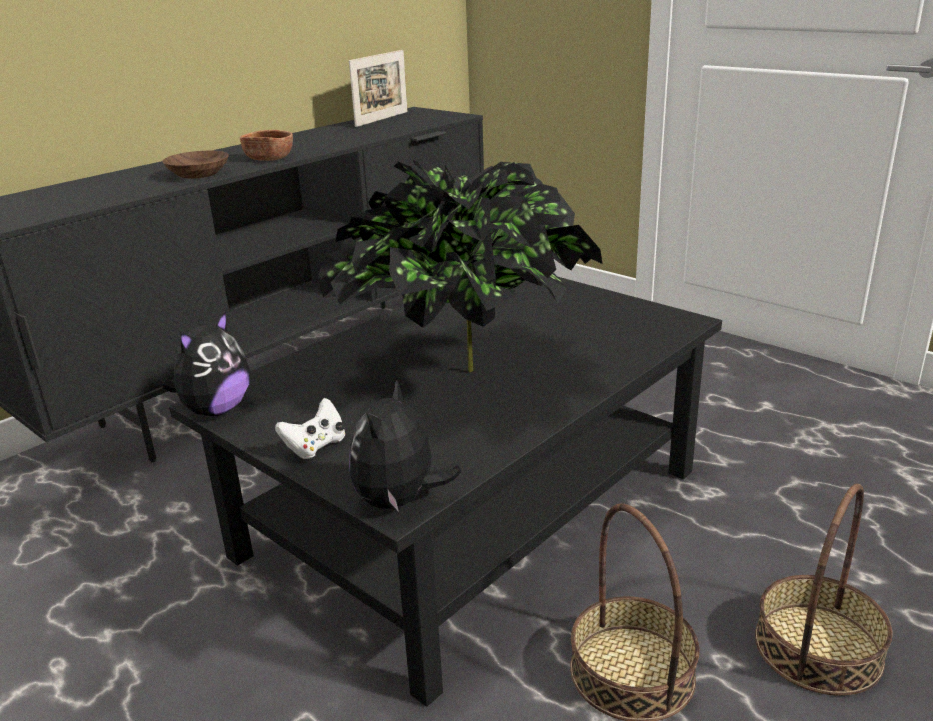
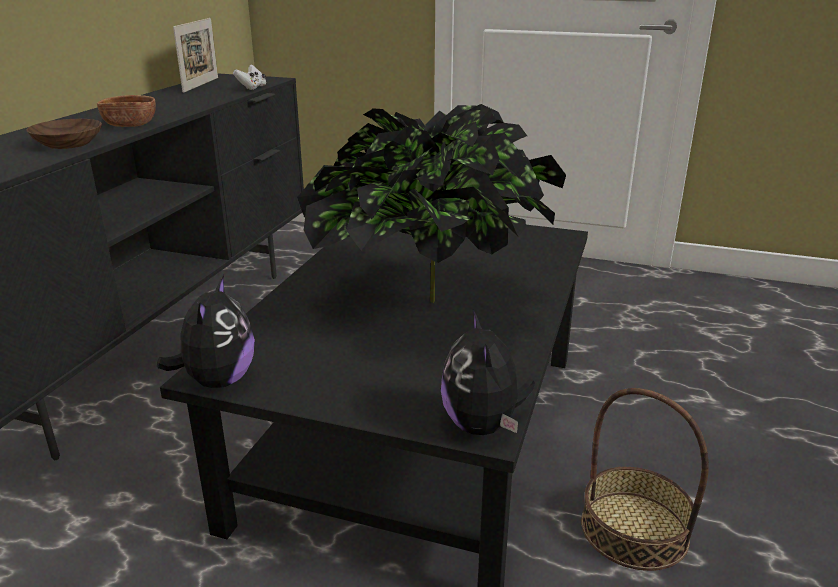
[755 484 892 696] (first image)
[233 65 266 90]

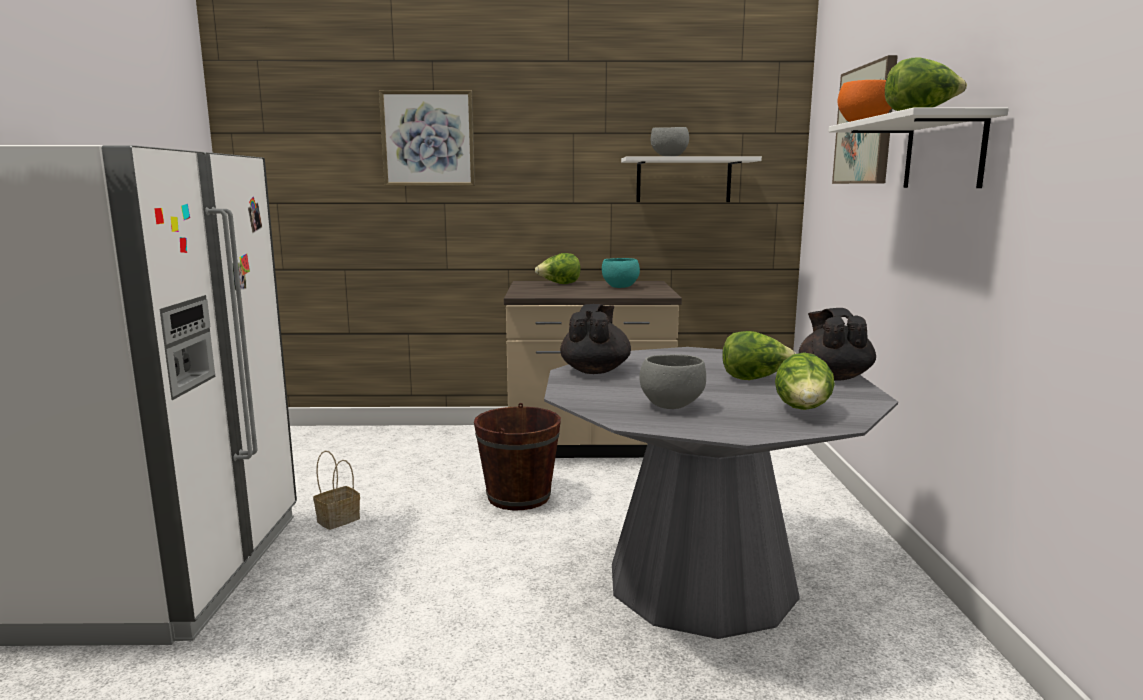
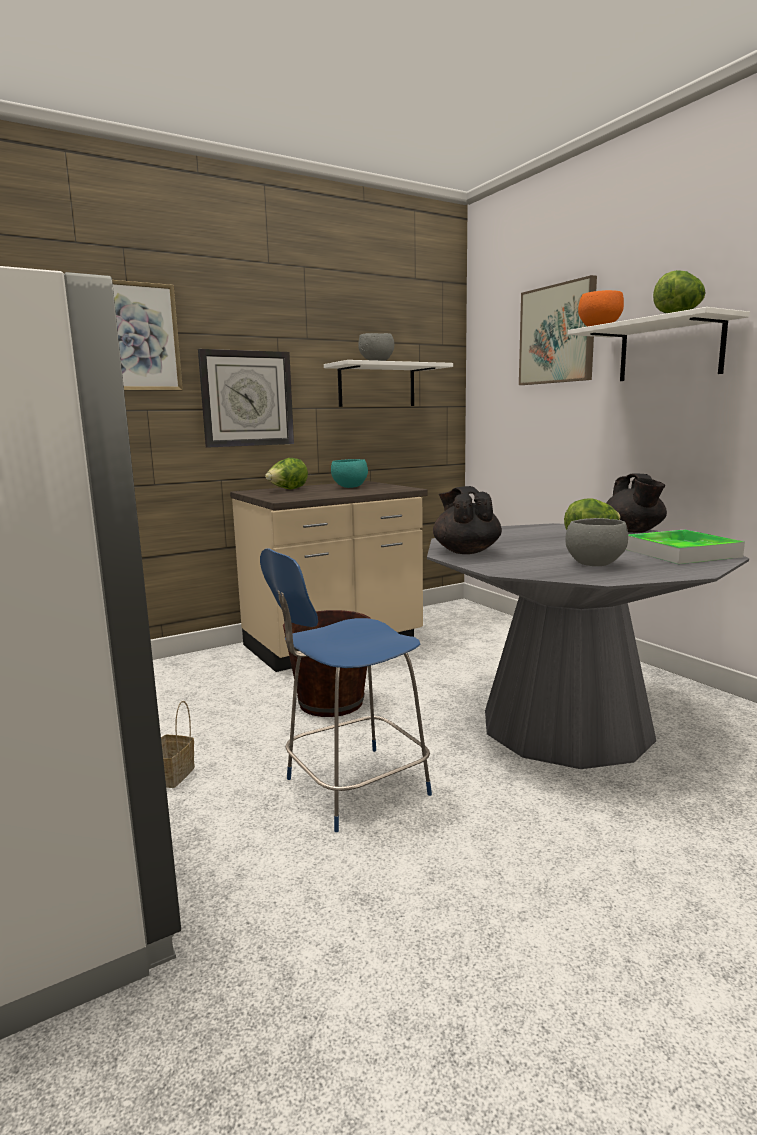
[198 349 294 448]
[260 548 432 832]
[626 530 745 564]
[606 474 667 533]

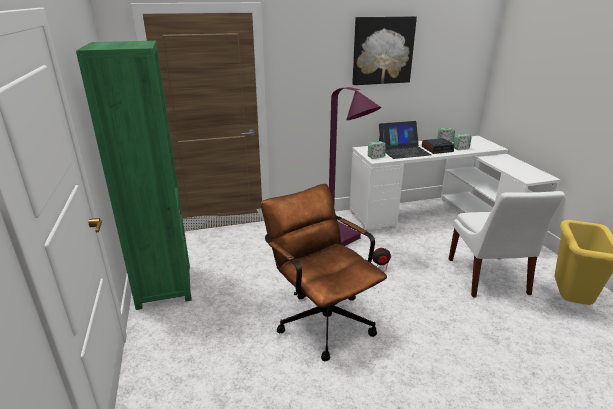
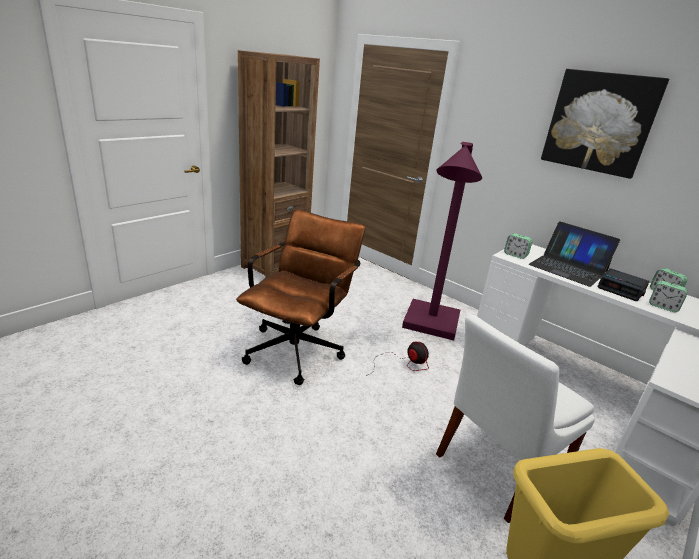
[238 50 320 278]

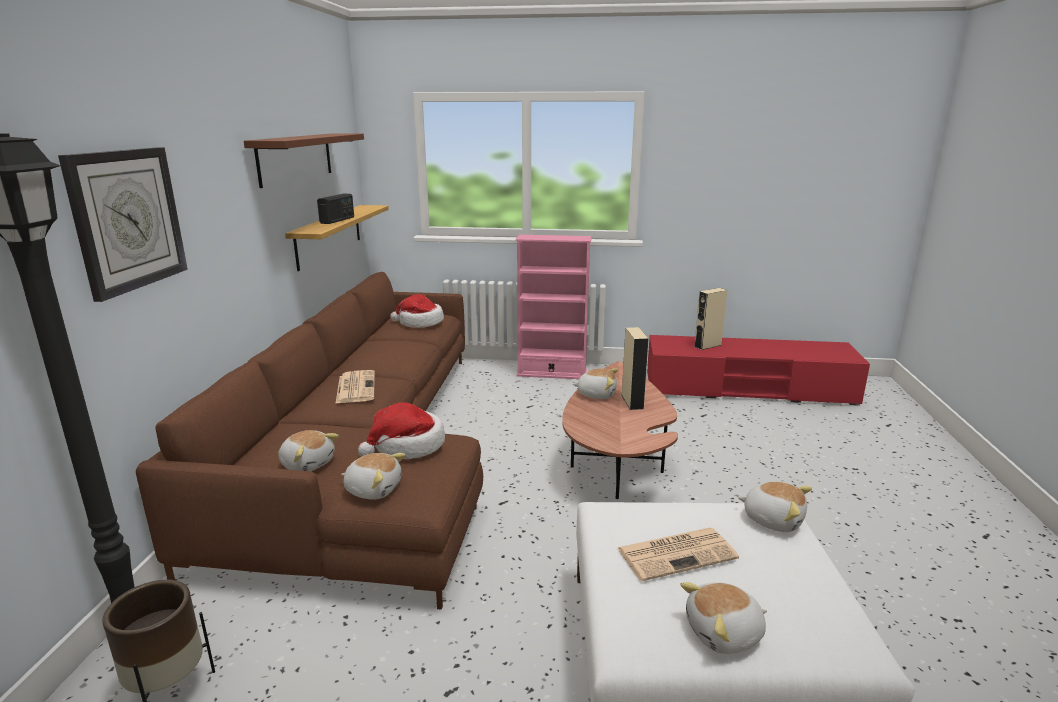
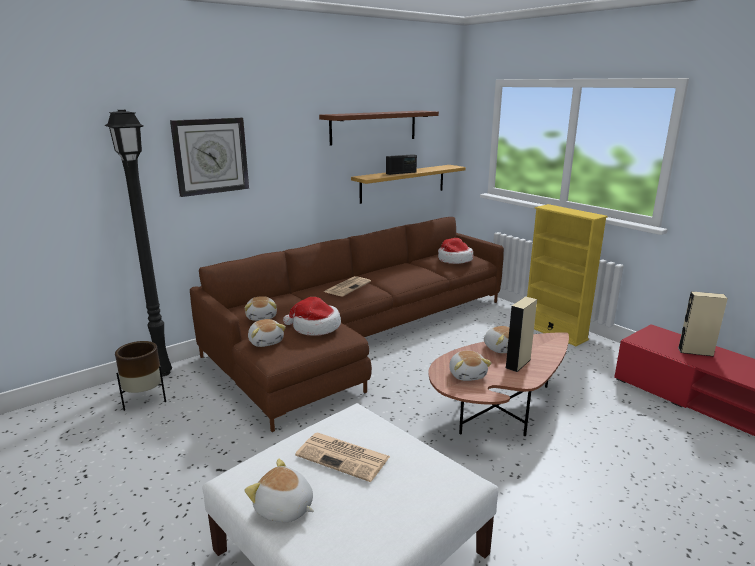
[449 351 492 381]
[527 204 608 346]

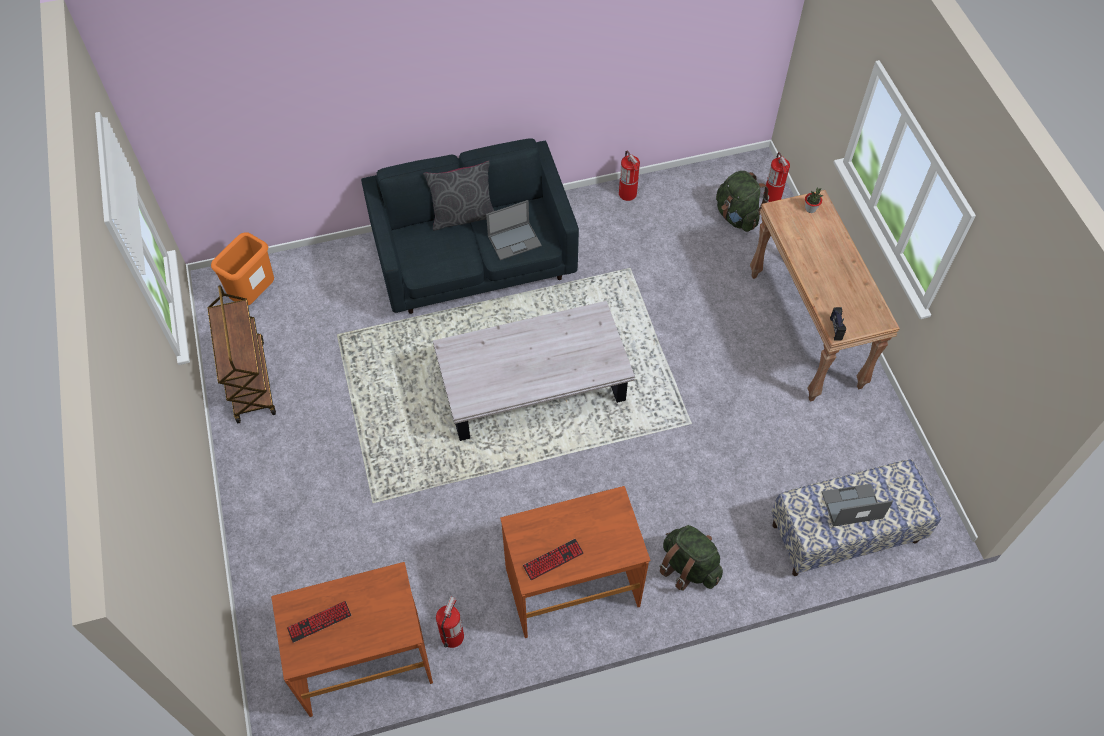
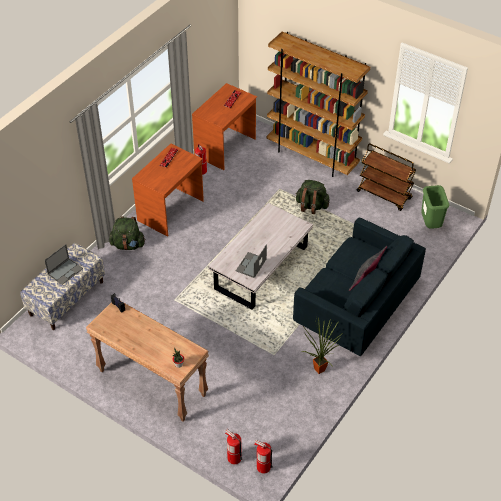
[267 32 370 177]
[301 317 343 374]
[236 245 267 278]
[254 439 273 474]
[296 180 329 214]
[421 185 449 229]

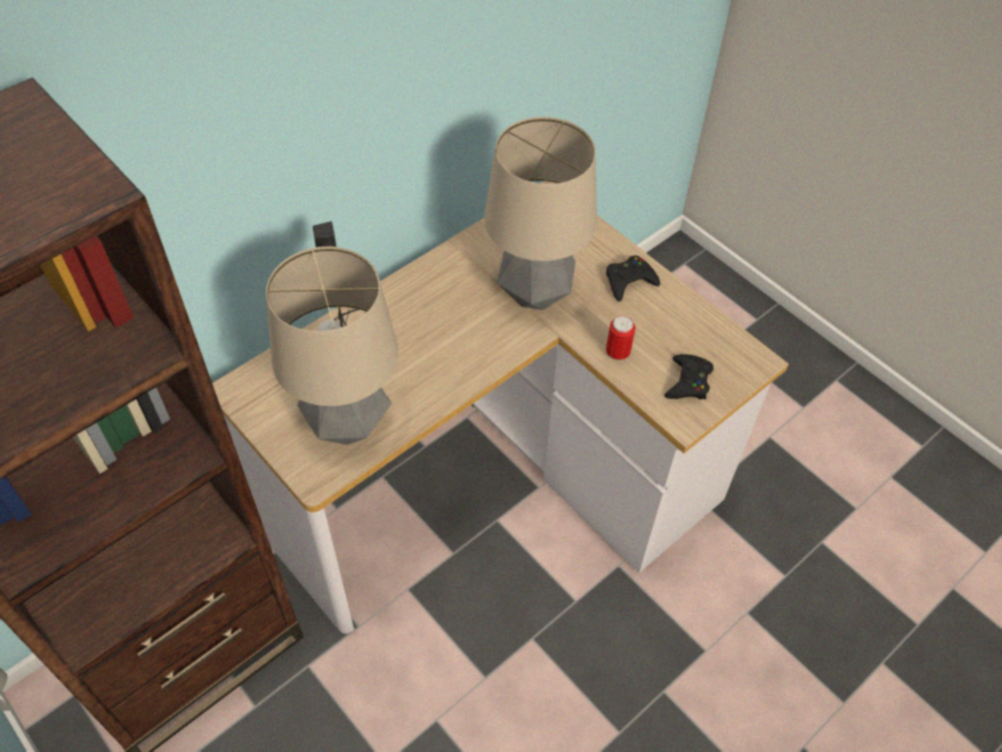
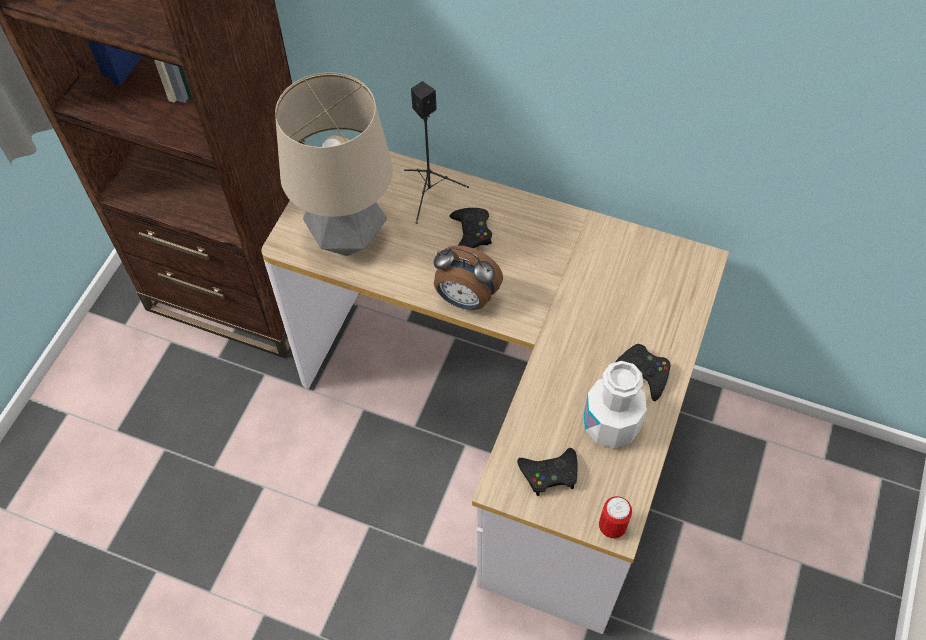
[484 117 597 310] (first image)
[433 245 503 310]
[450 208 492 248]
[584 361 647 448]
[599 496 632 538]

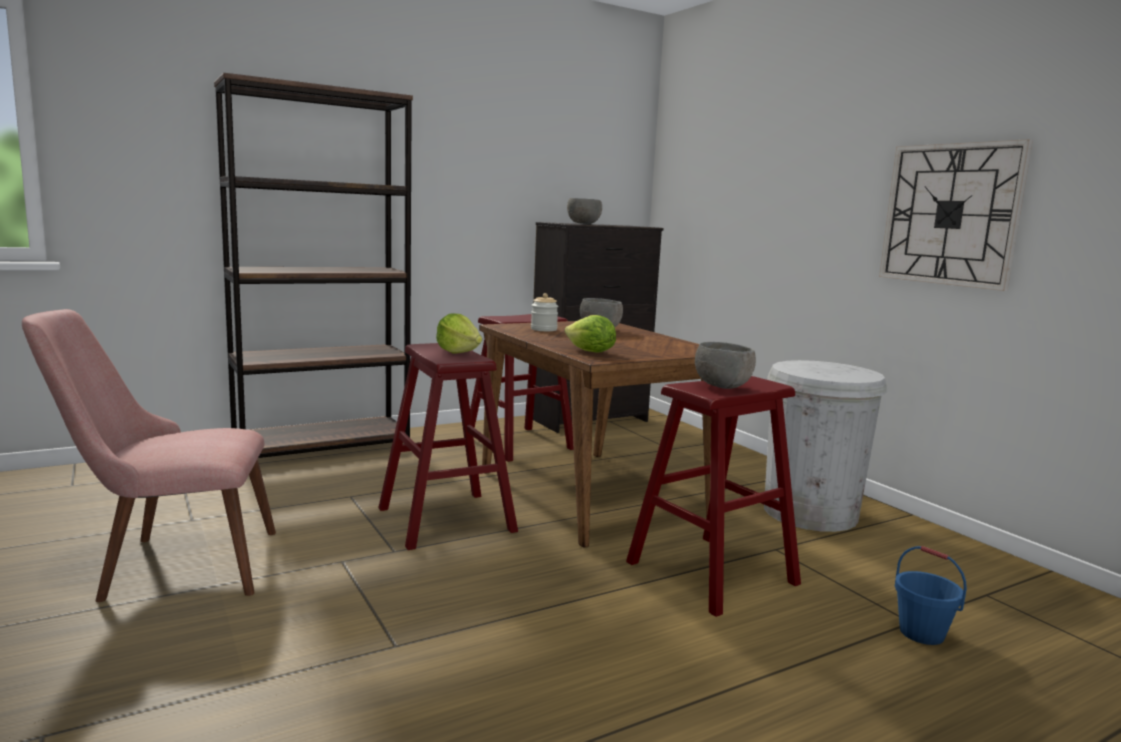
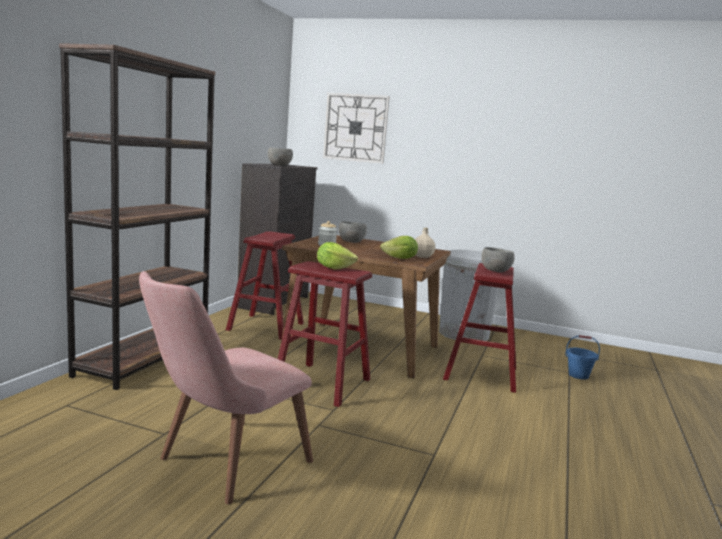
[415 228 435 258]
[323 93 390 164]

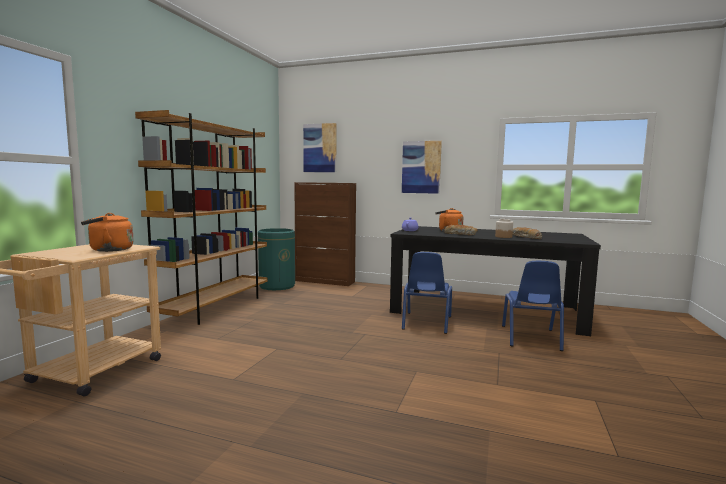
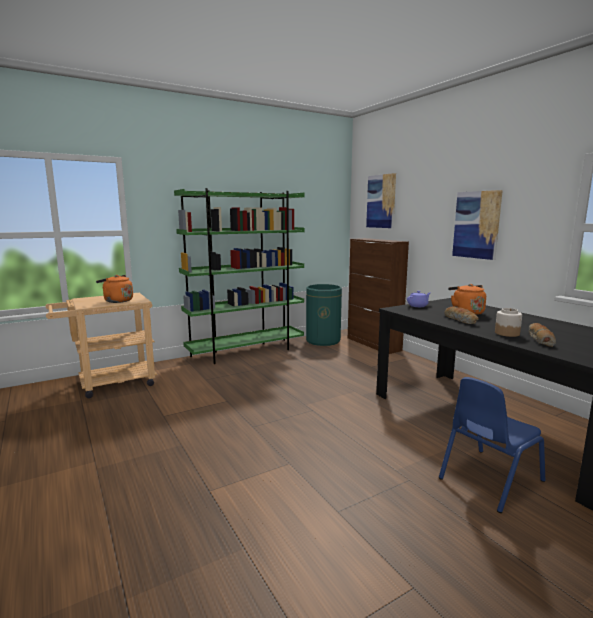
[402 252 452 334] (first image)
[174 188 305 364]

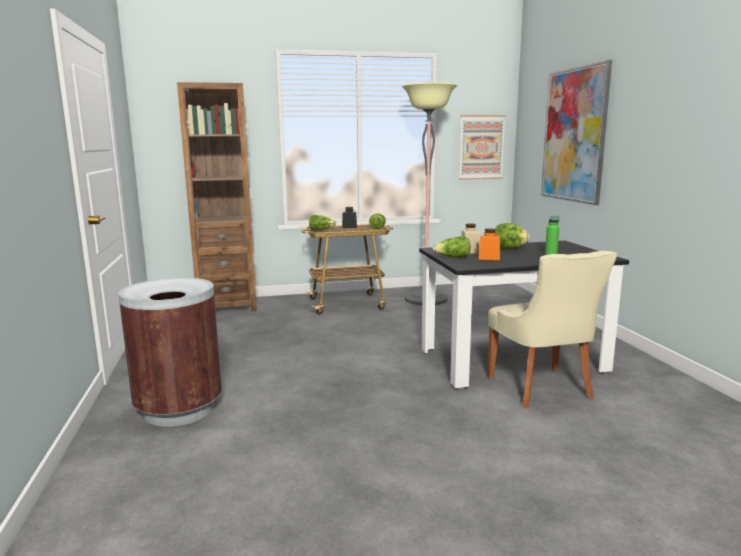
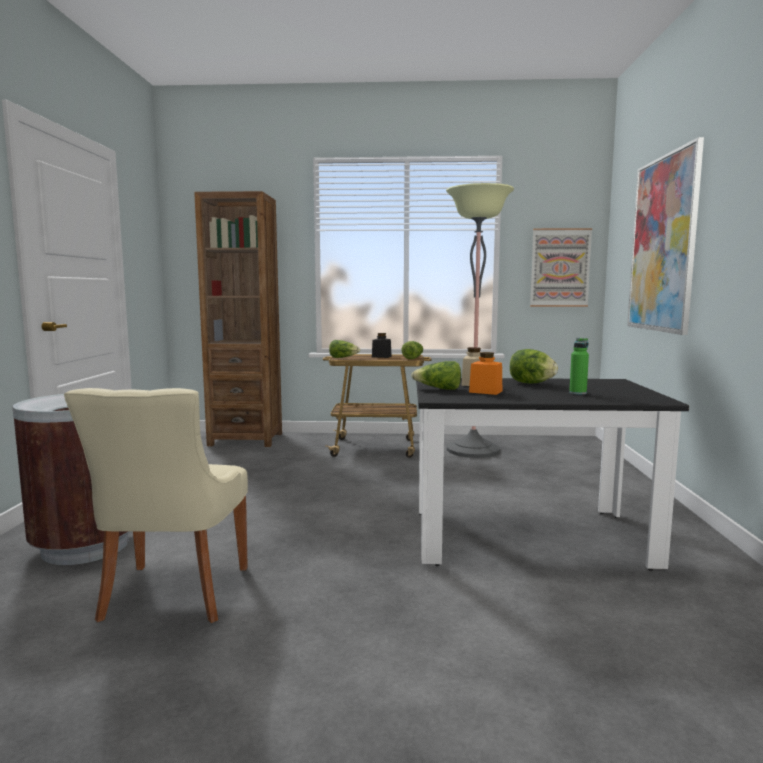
[64 388 248 623]

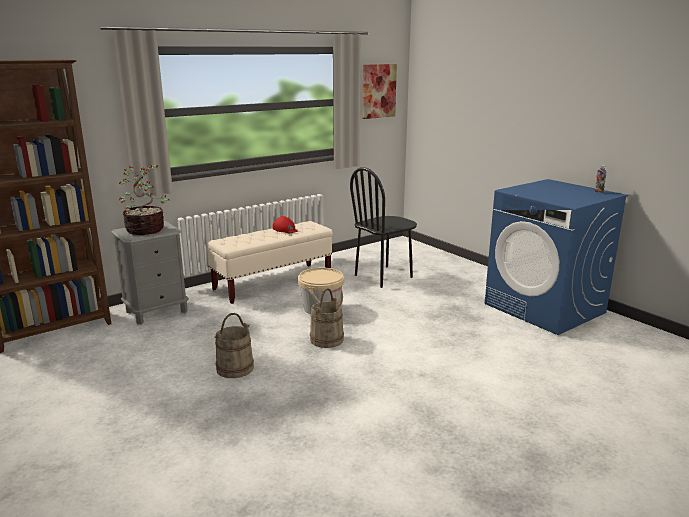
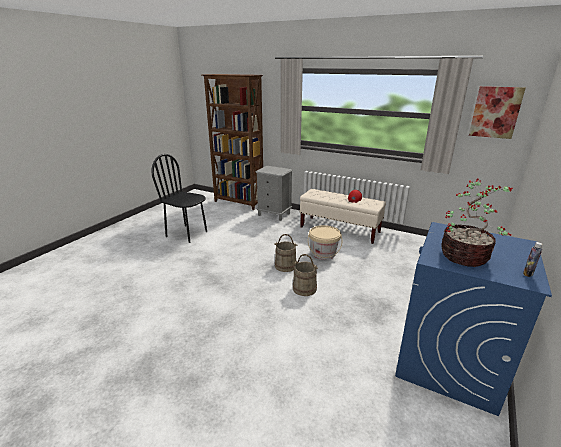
[441 179 513 267]
[293 254 318 296]
[151 154 207 243]

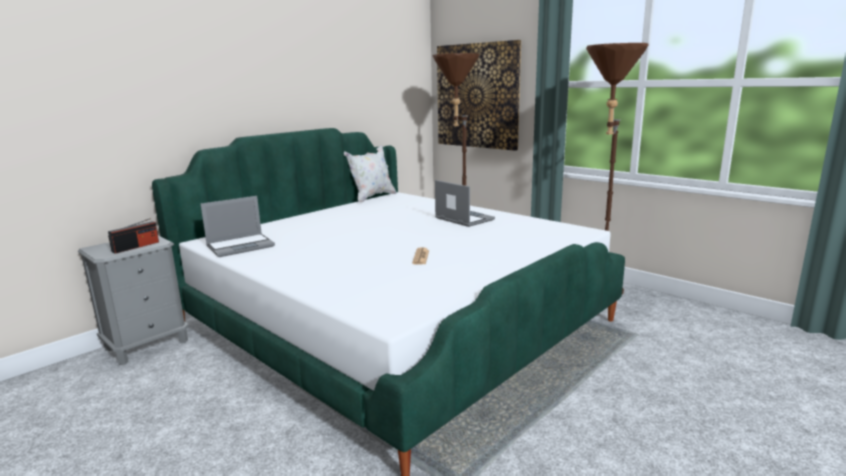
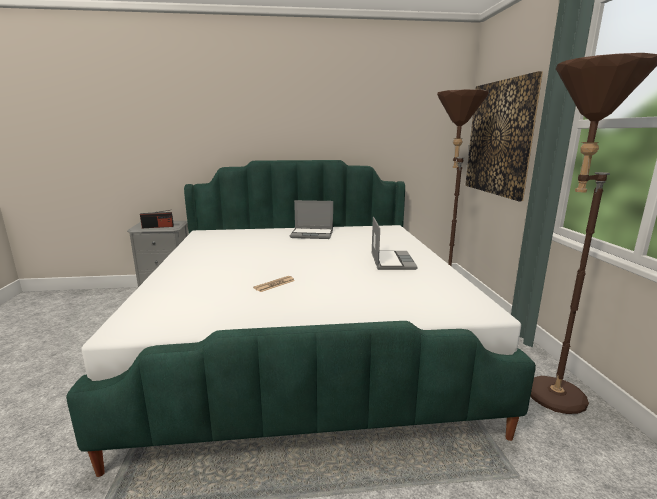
[344 145 396 202] (first image)
[290 200 333 239]

